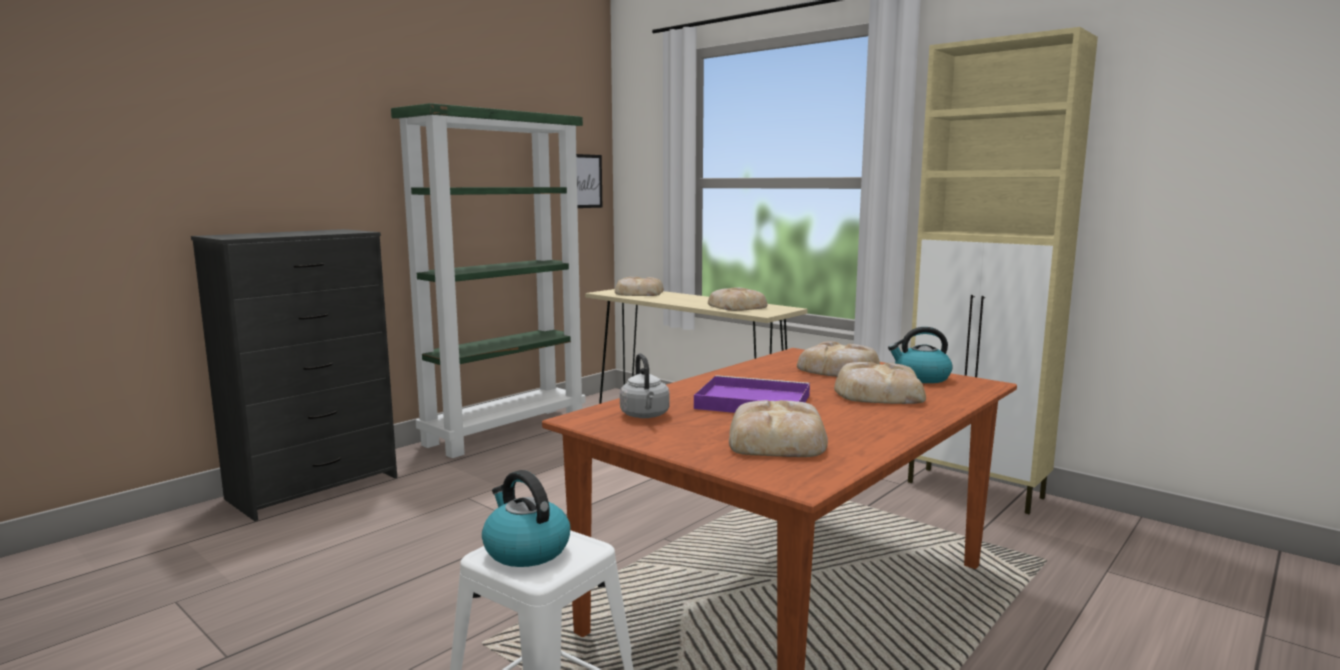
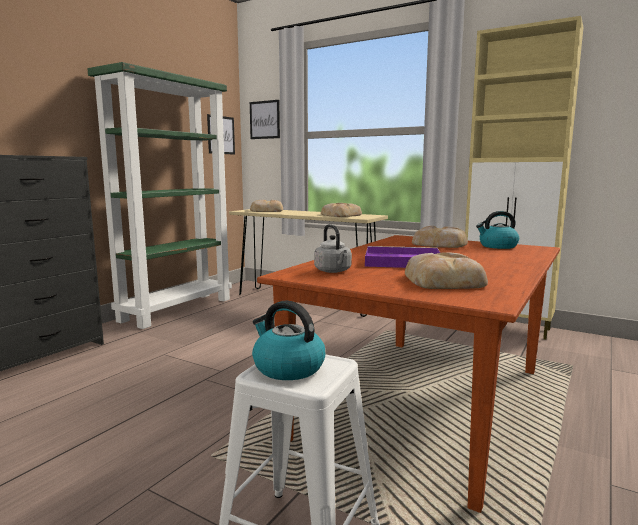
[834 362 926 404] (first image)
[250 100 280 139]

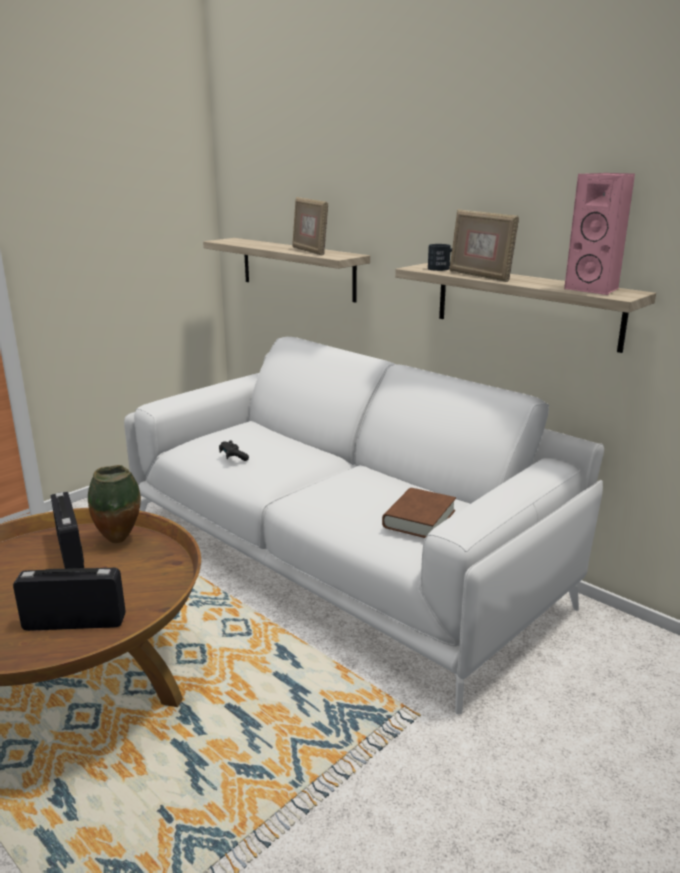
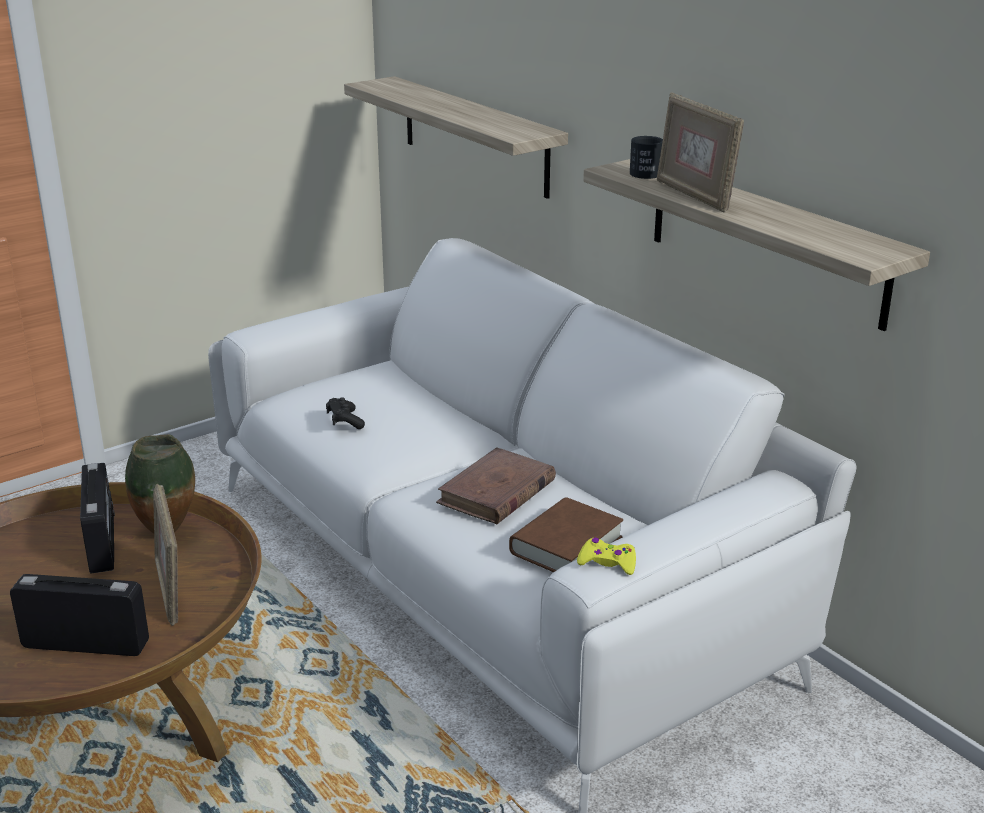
[564 173 635 295] (first image)
[436 447 556 524]
[577 538 636 575]
[153 484 178 626]

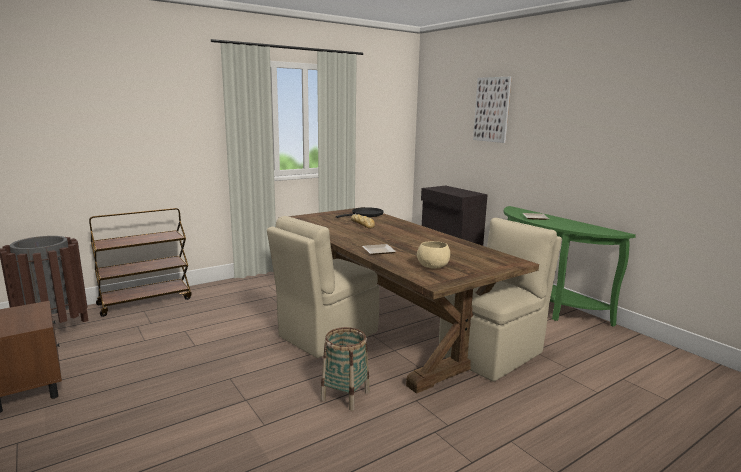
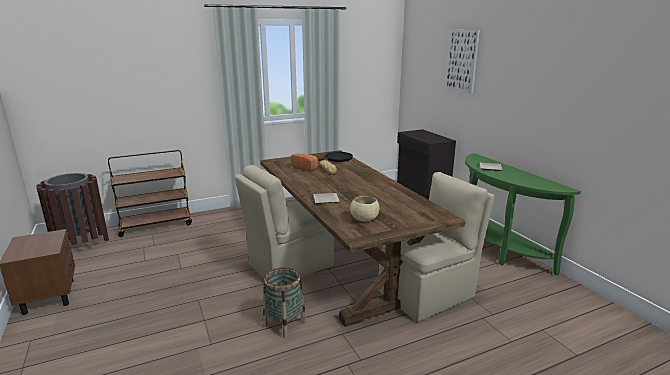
[291 153 318 172]

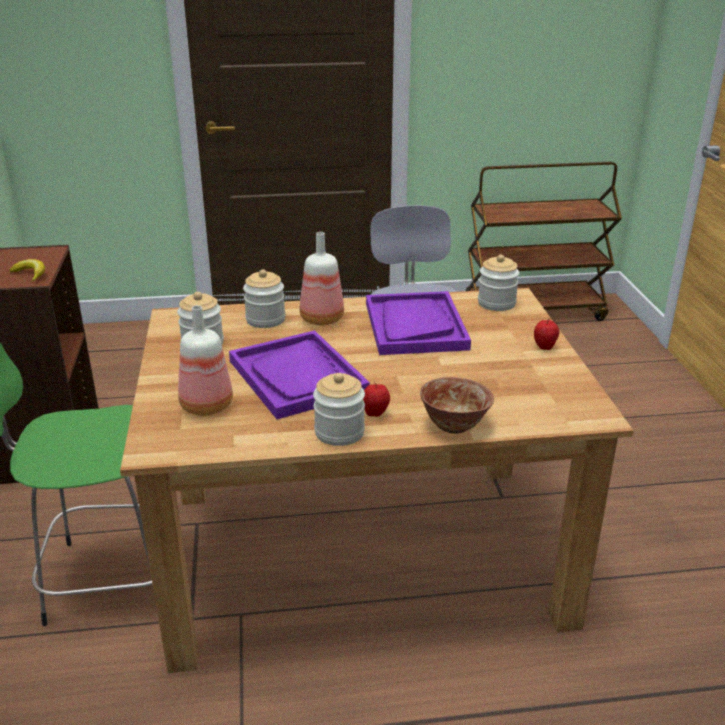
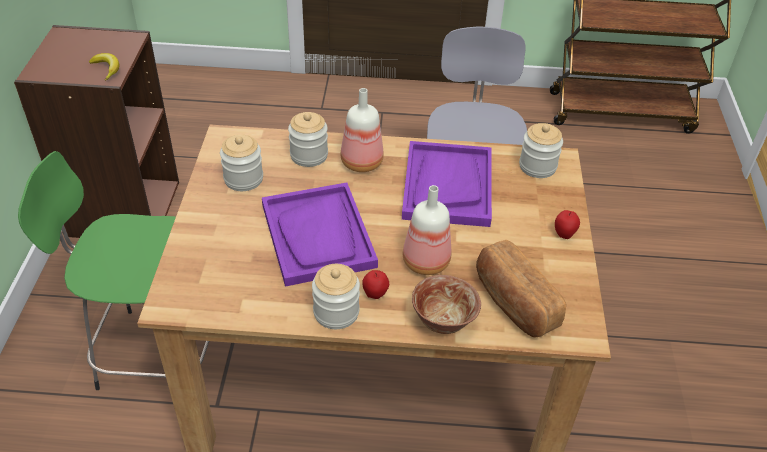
[476 240 566 338]
[403 185 451 275]

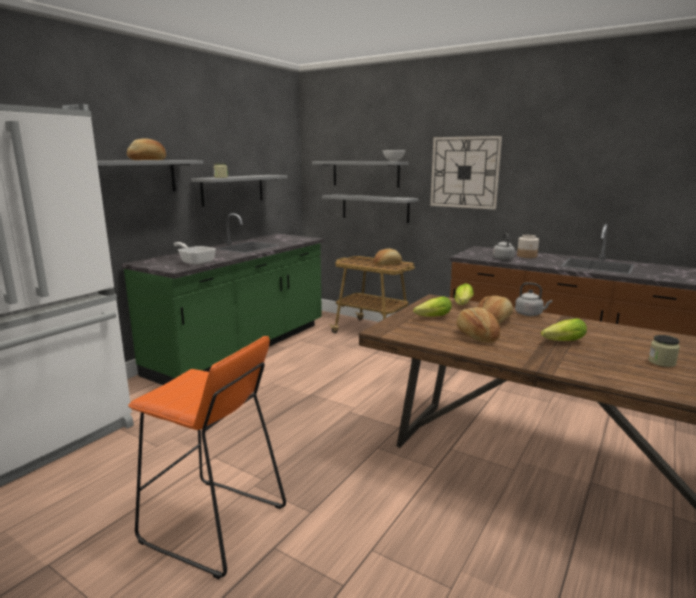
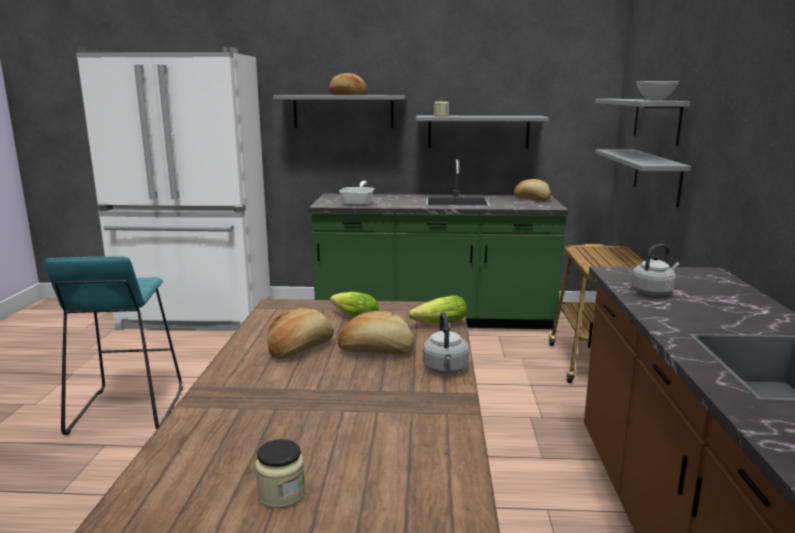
[430 136 502 209] (first image)
[517 235 539 258] (first image)
[541 319 587 341] (first image)
[514 179 551 201]
[44 256 183 435]

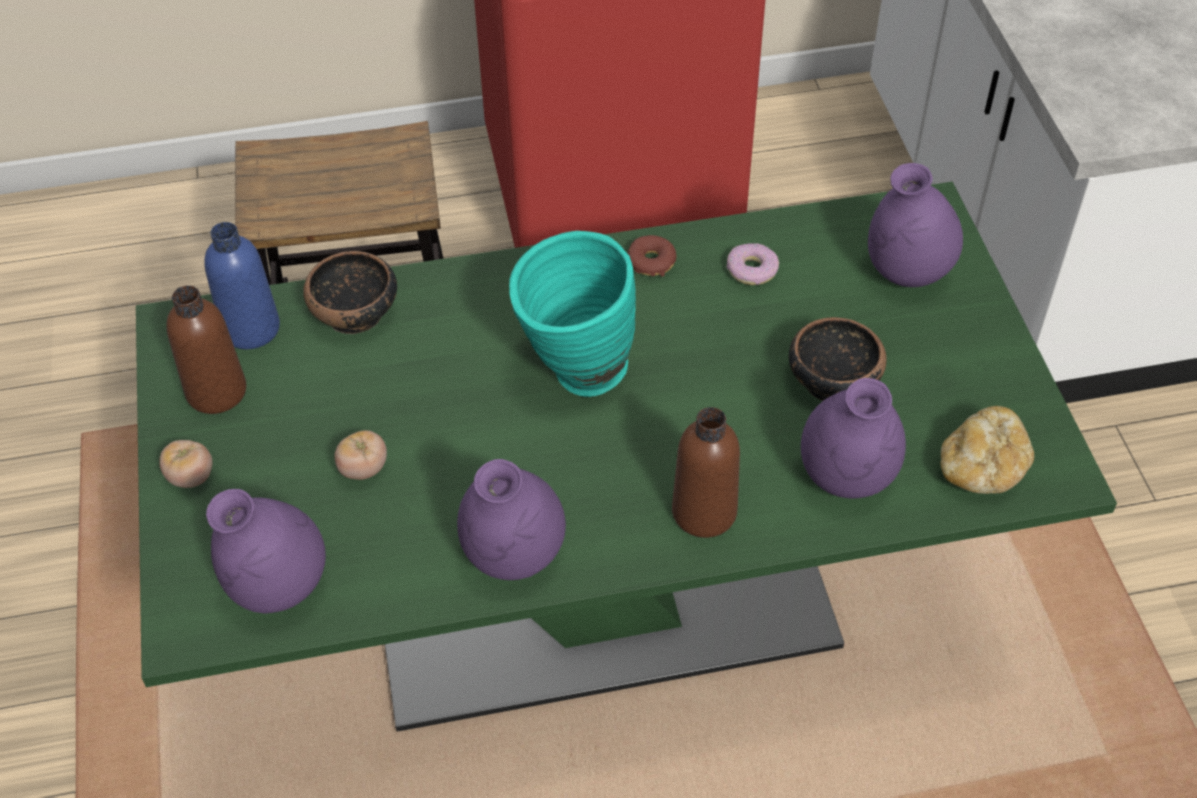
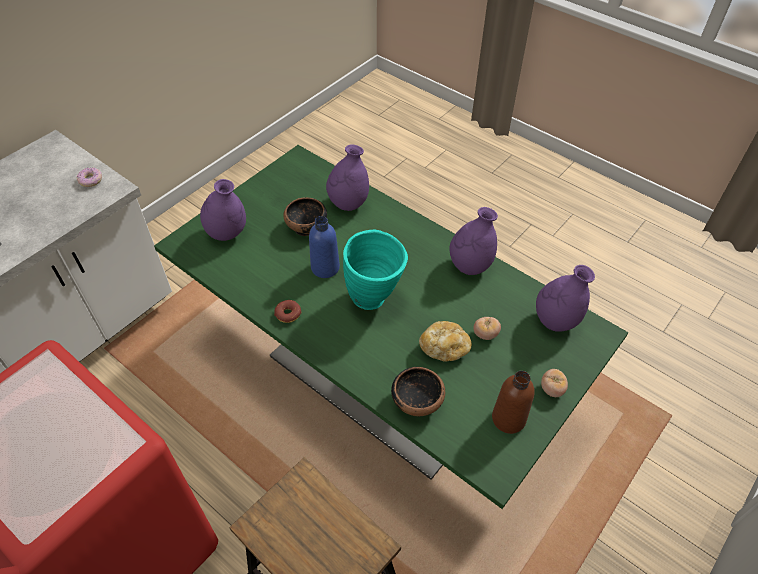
[672 407 740 538] (first image)
[309 216 340 278]
[77 167 102 187]
[419 321 471 362]

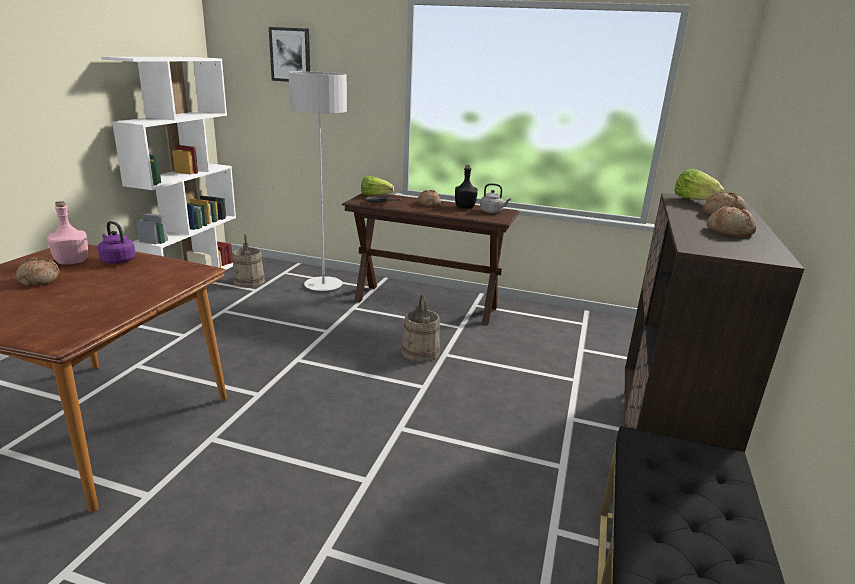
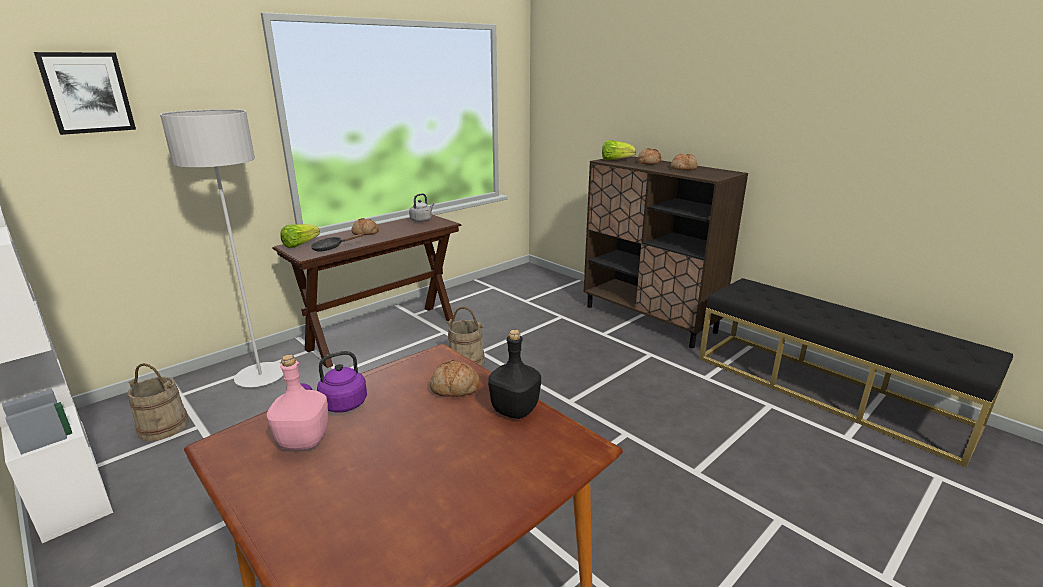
[430 359 480 397]
[488 330 541 419]

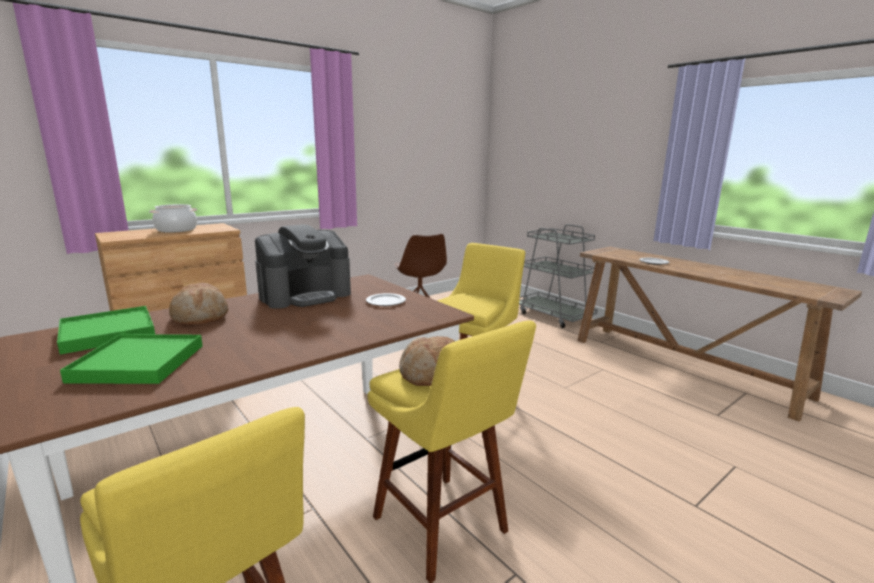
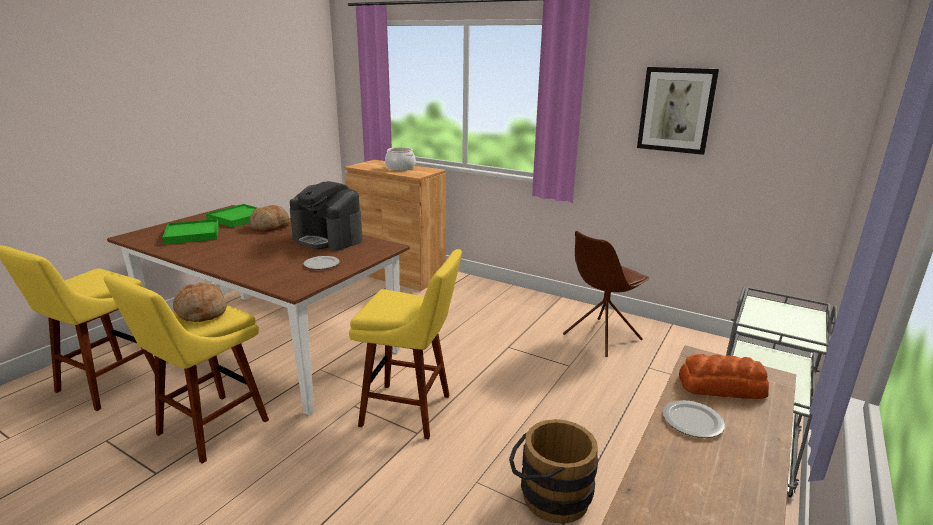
[509 419 598 524]
[637 67 719 155]
[679 354 769 399]

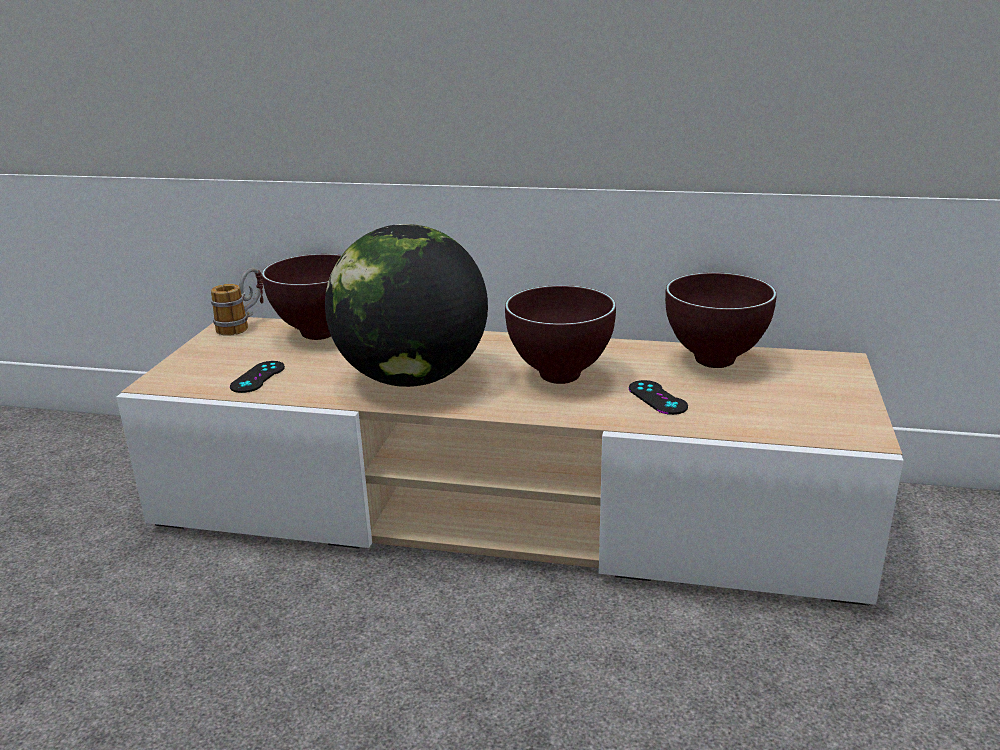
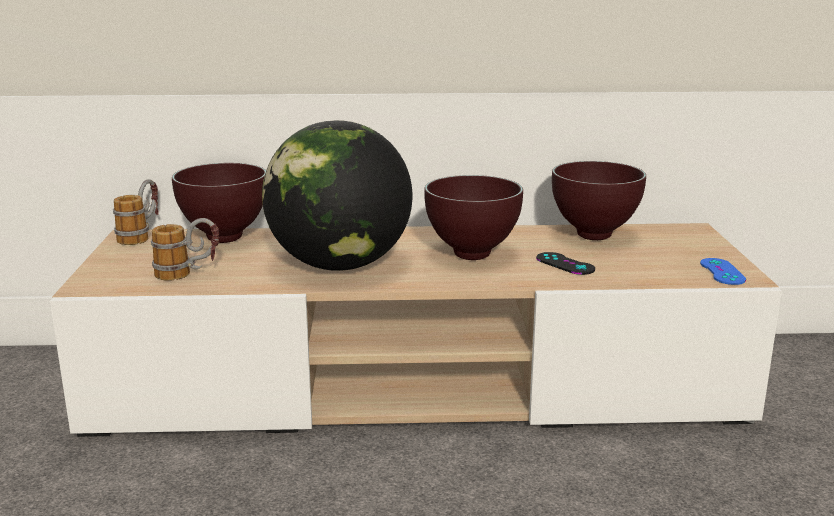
[700 258 746 285]
[151 218 219 281]

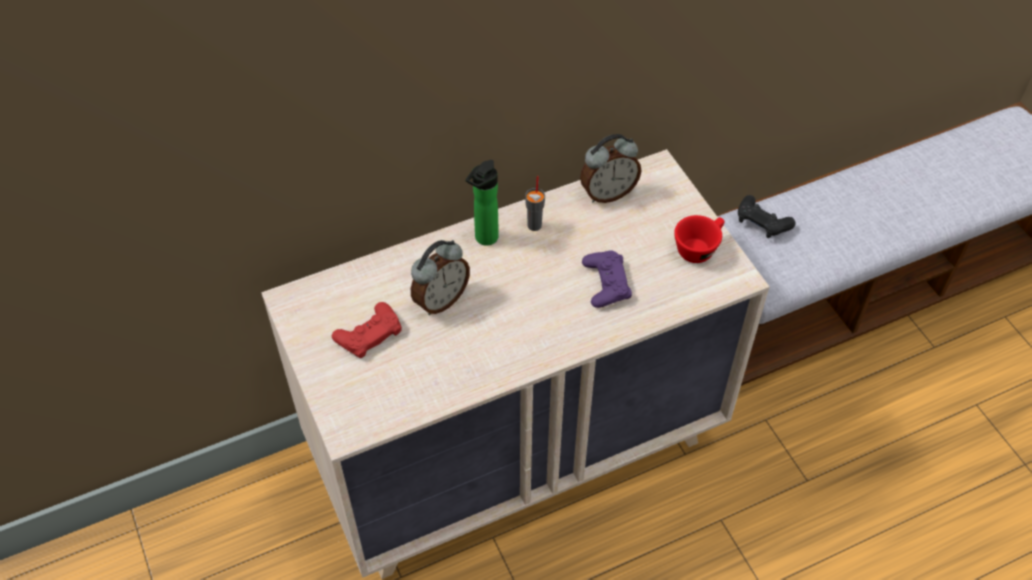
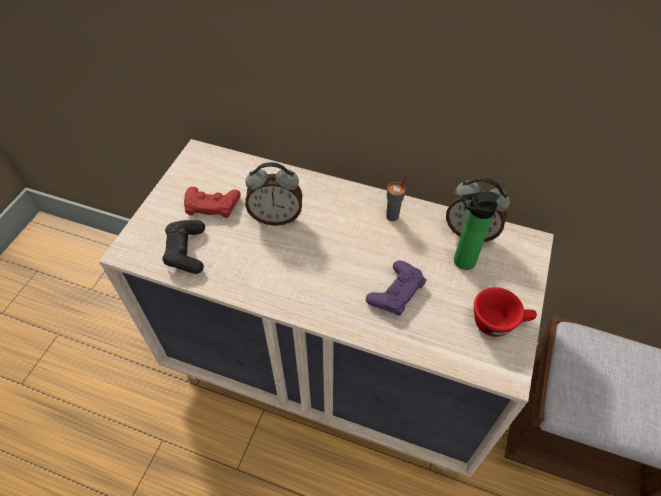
[454 191 500 270]
[162 220 205 274]

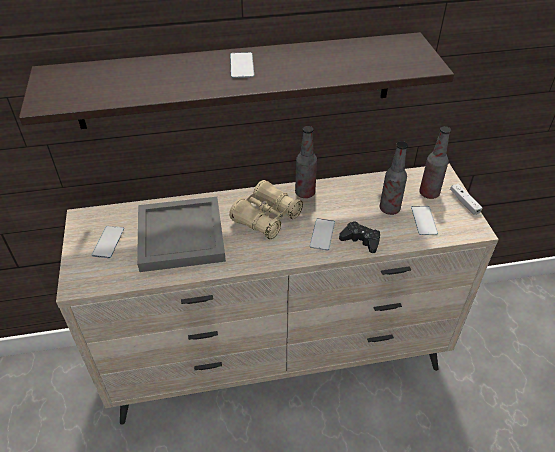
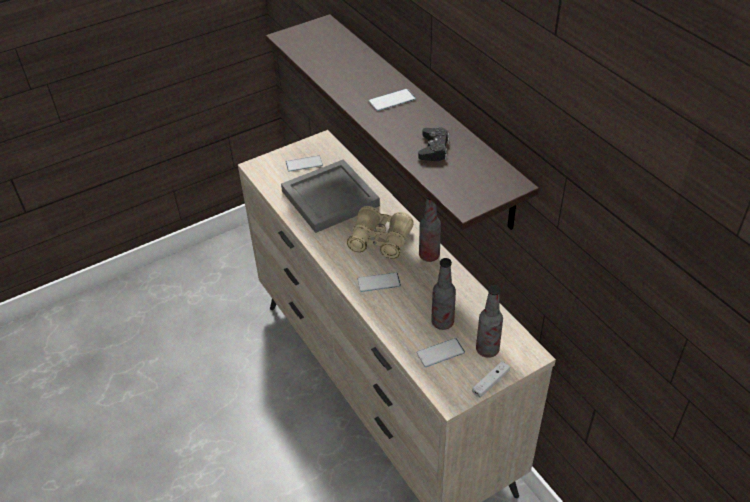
[418 127 450 161]

